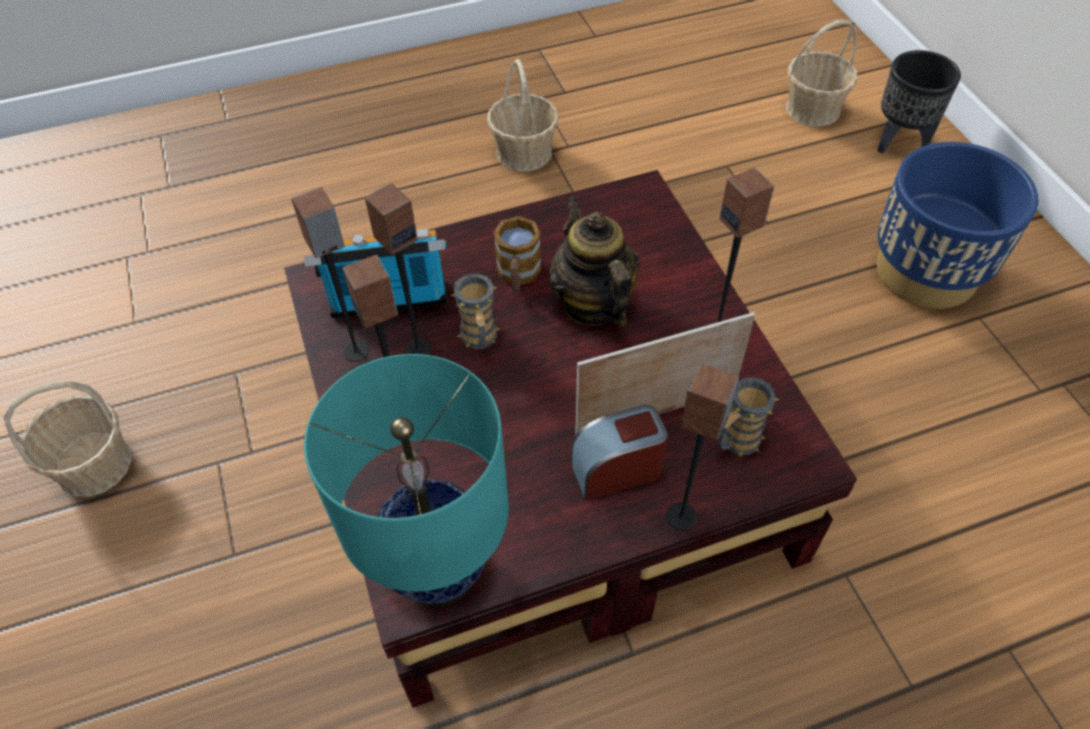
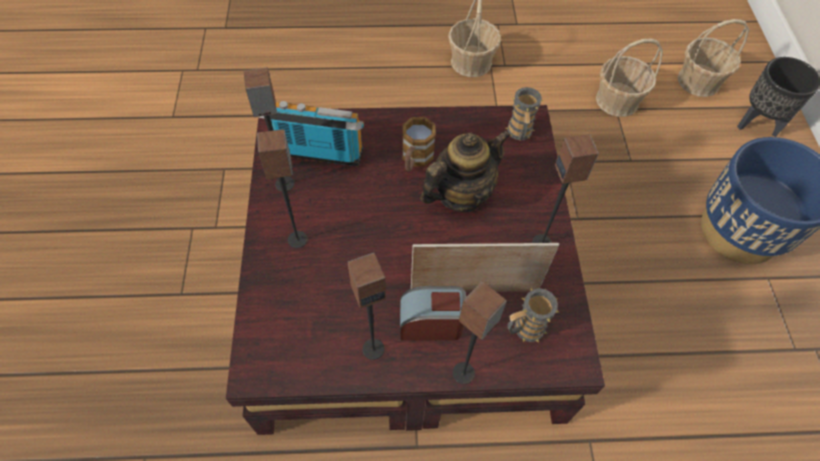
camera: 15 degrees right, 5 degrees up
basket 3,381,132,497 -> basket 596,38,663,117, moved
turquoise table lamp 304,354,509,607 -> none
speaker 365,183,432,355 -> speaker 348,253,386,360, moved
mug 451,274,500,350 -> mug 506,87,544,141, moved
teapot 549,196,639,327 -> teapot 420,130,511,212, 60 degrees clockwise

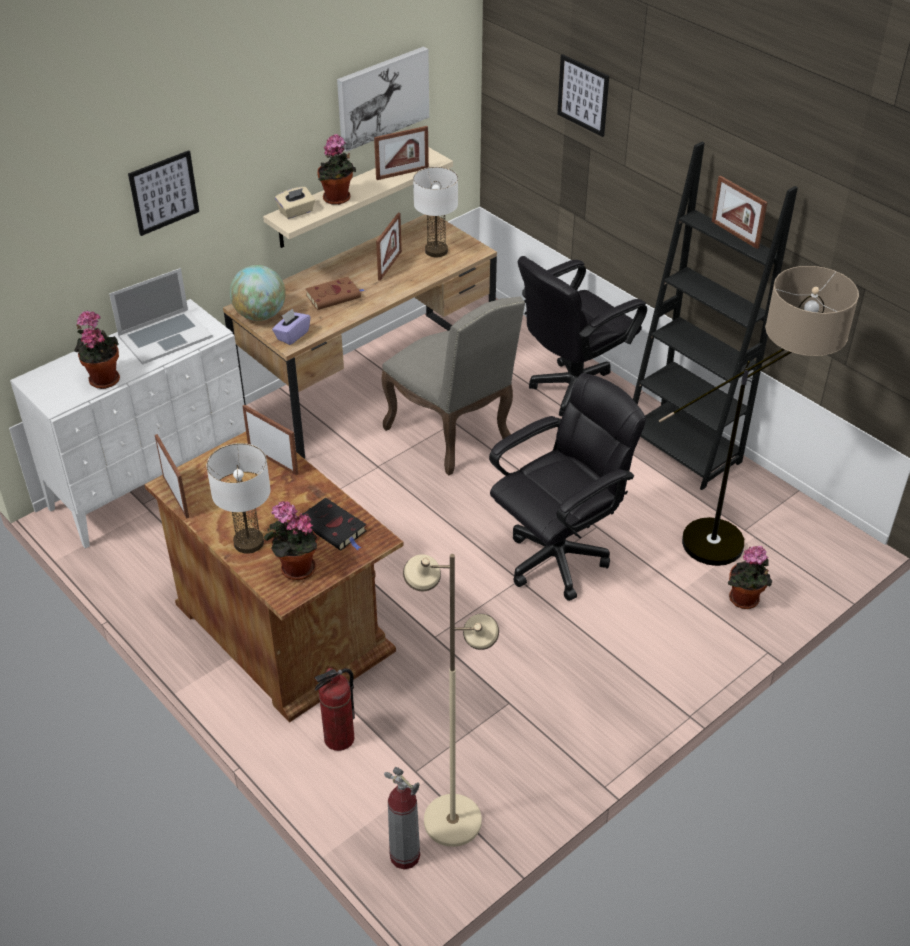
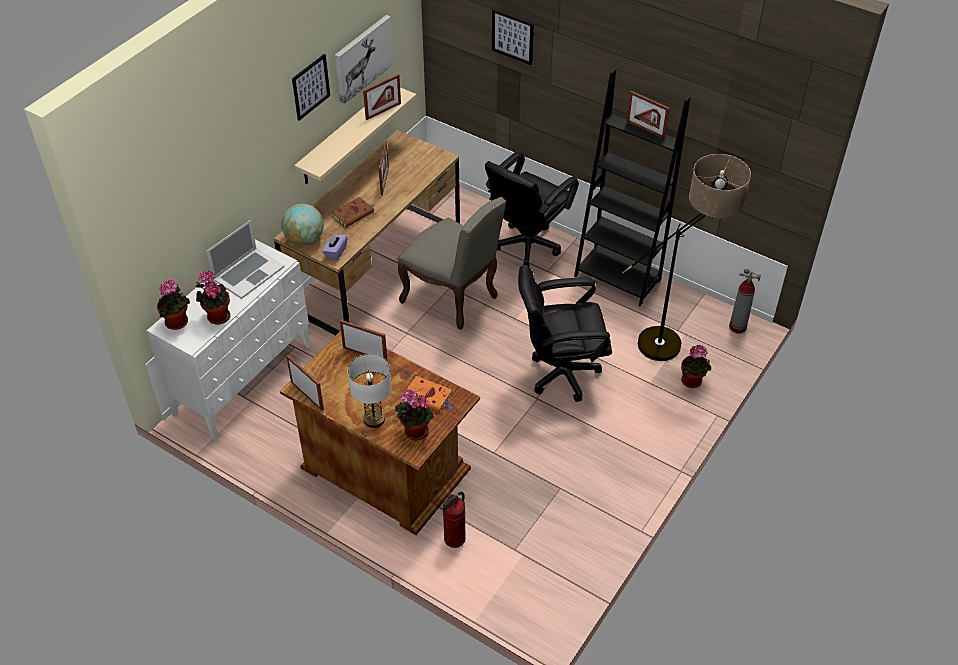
camera: 15 degrees left, 5 degrees up
picture 128,150,199,236 -> picture 292,54,330,121, moved
beige tissue box 275,187,315,219 -> none
black book 302,498,367,550 -> orange book 405,376,453,412
potted plant 317,134,356,205 -> potted plant 157,279,190,330, moved
fire extinguisher 384,767,420,870 -> fire extinguisher 729,269,761,333, moved
beige floor lamp 403,554,499,847 -> none
table lamp 413,167,458,257 -> none
black office chair 489,373,646,601 -> black office chair 518,265,612,402, 135 degrees counterclockwise

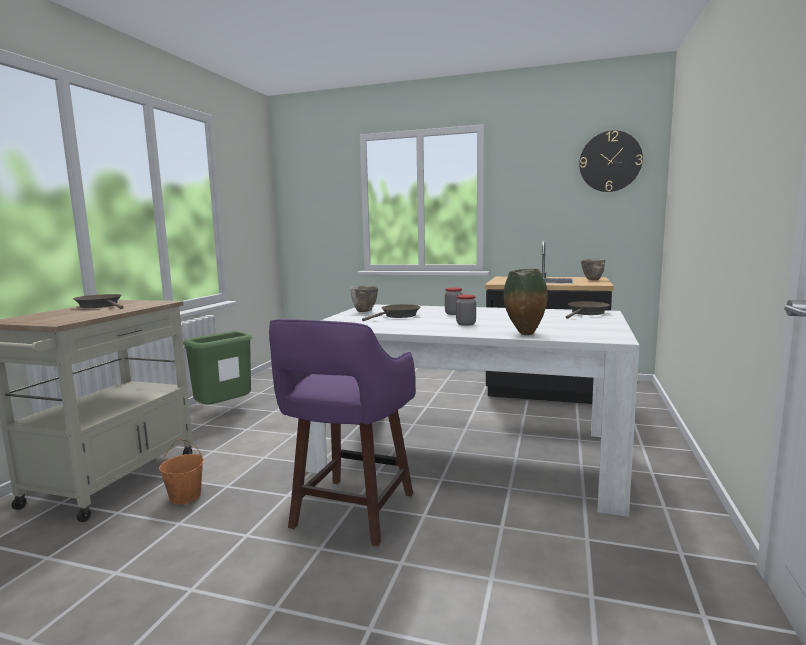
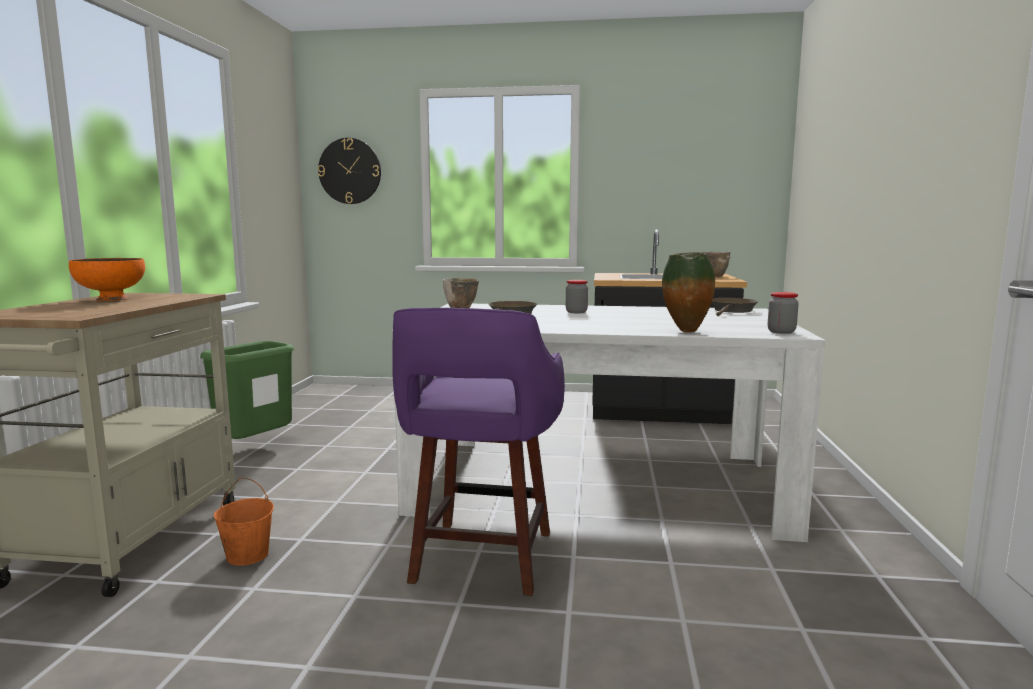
camera: 10 degrees left, 0 degrees up
brown frying pan 73,294,124,309 -> orange bowl 69,258,145,301
jar 456,295,476,326 -> jar 768,292,799,334, moved
wall clock 579,130,643,192 -> wall clock 318,138,381,204, moved

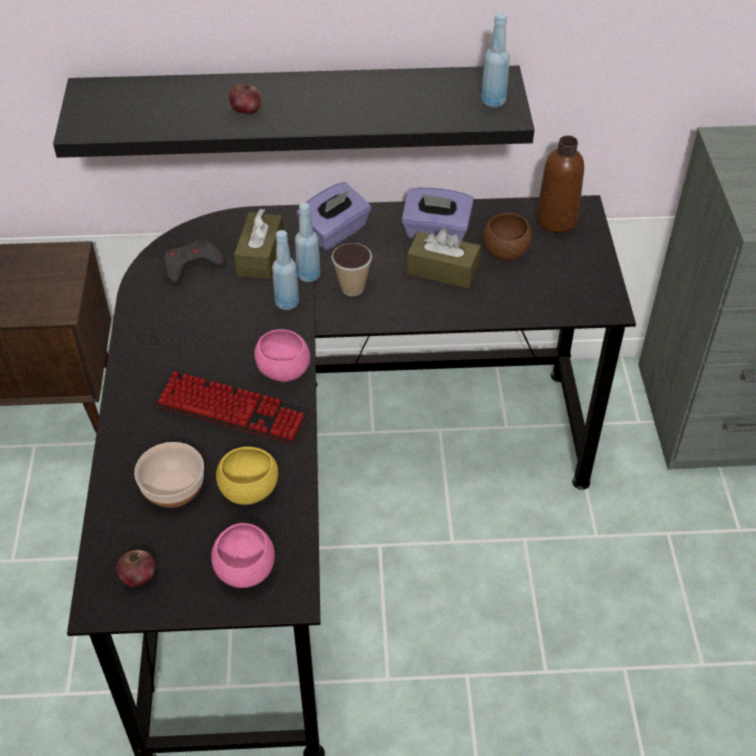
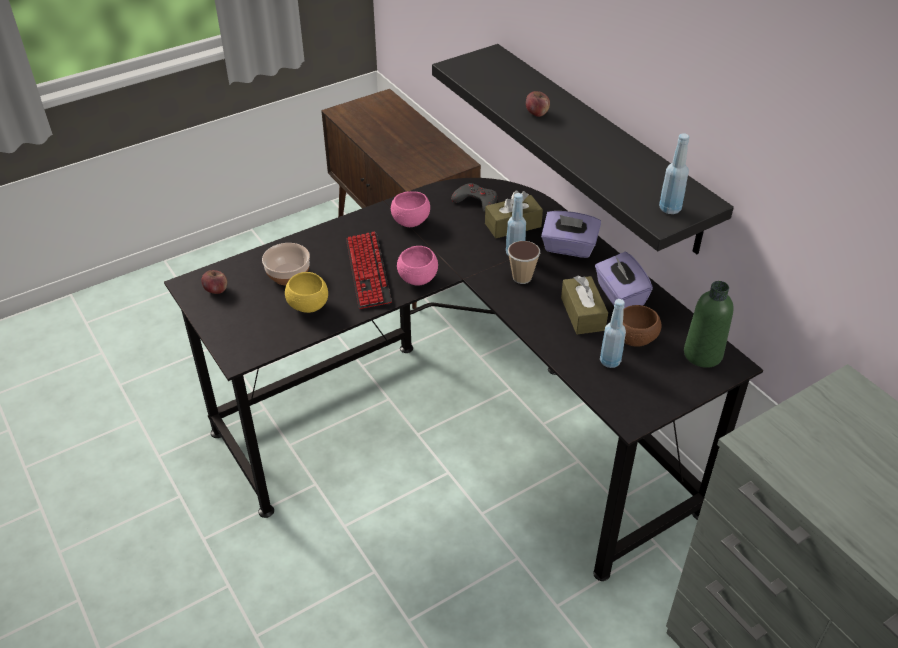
camera: 60 degrees right, 5 degrees down
pink bowl 211,523,275,588 -> pink bowl 391,191,430,227, moved
blue bottle 272,230,299,310 -> blue bottle 600,299,626,368, moved
brown bottle 536,136,584,233 -> green bottle 684,281,733,368

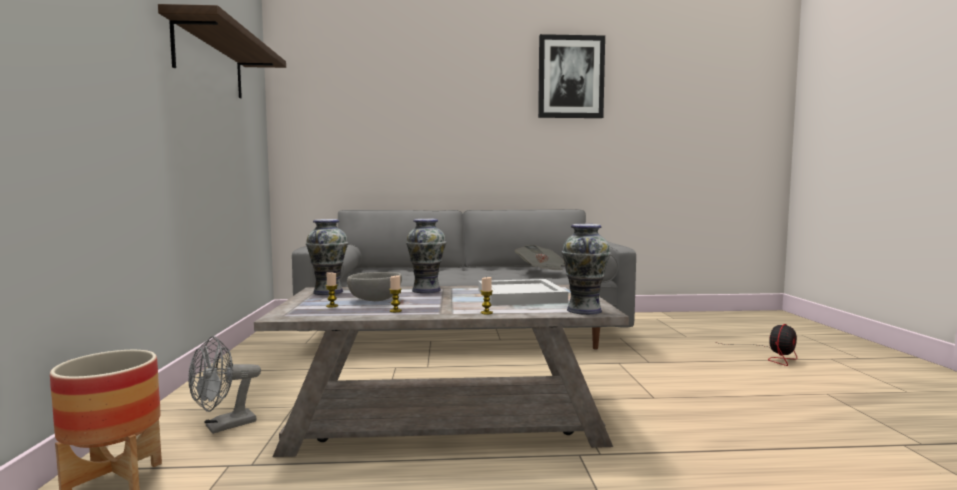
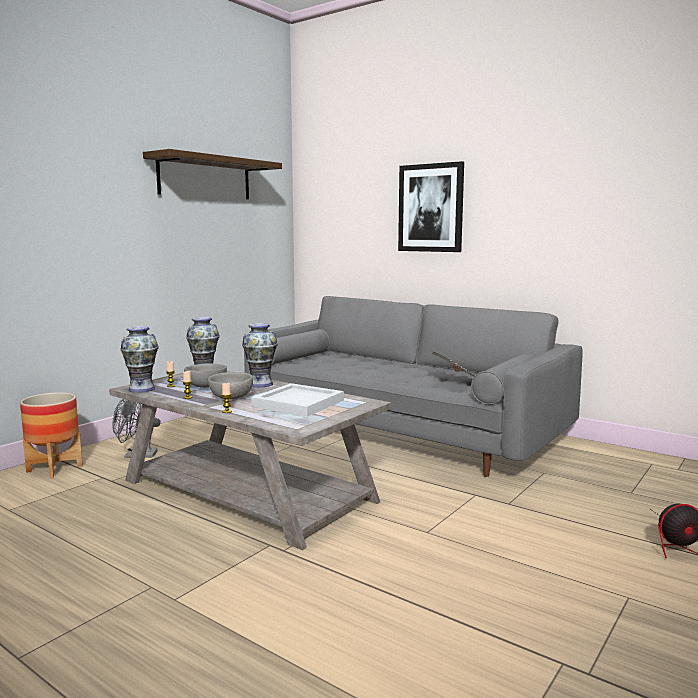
camera: 40 degrees right, 5 degrees up
picture 538,34,605,118 -> picture 398,161,464,252, moved
vase 562,224,611,315 -> vase 120,326,159,393, moved
none -> grey bowl 208,372,253,399

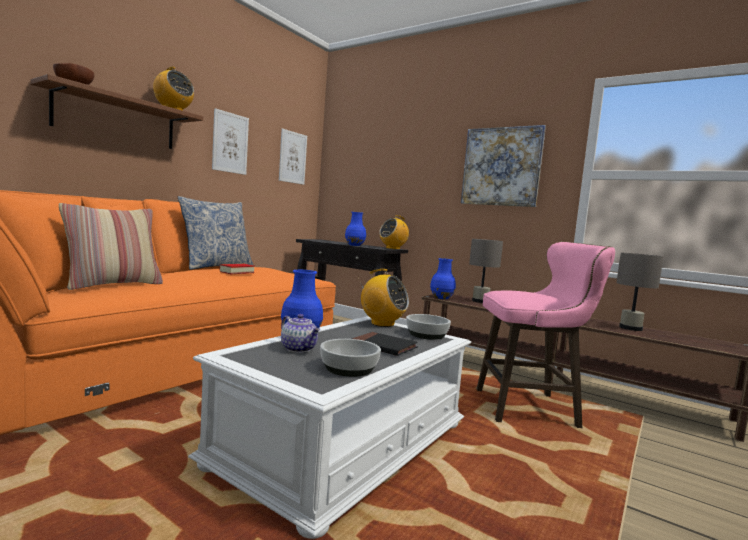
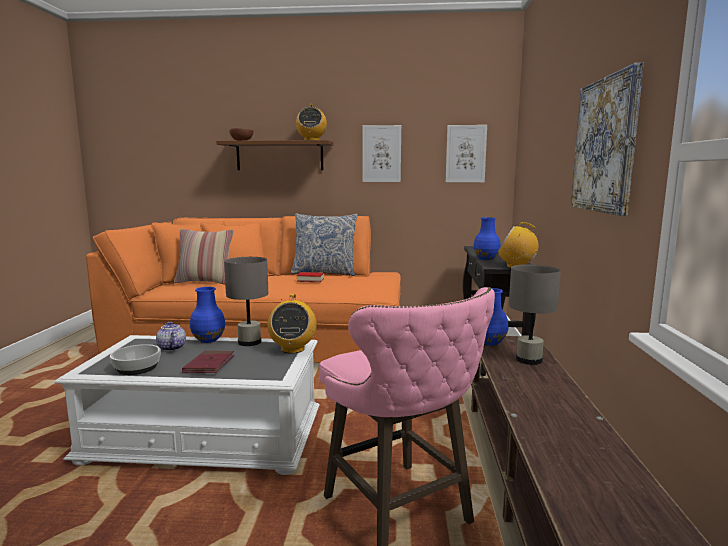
camera: 60 degrees right, 5 degrees up
teapot 281,314,320,353 -> teapot 156,321,186,351, 135 degrees clockwise
black book 352,332,418,356 -> red book 182,351,234,373
bowl 406,314,451,340 -> none
grey table lamp 617,253,663,331 -> grey table lamp 224,257,268,346, moved

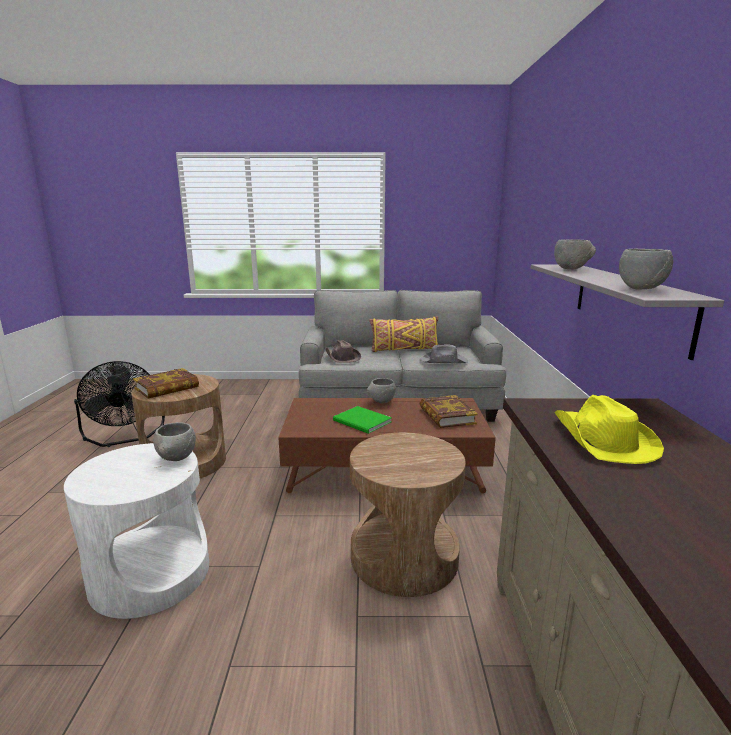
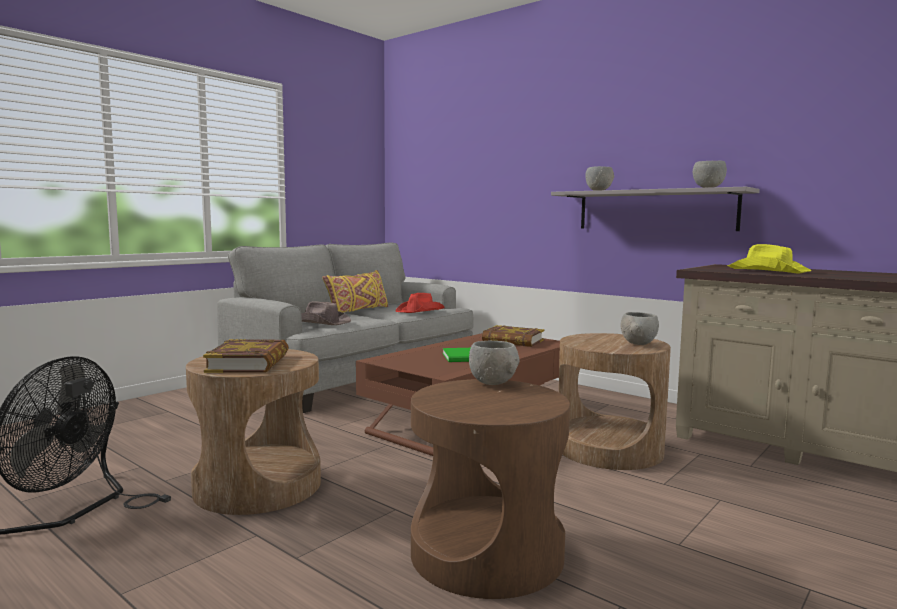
camera: 50 degrees left, 10 degrees down
white side table 64,443,209,619 -> brown side table 411,379,570,599
grey bowl 367,378,396,404 -> grey bowl 620,312,659,345, moved
grey hat 420,344,468,364 -> red hat 395,293,444,313

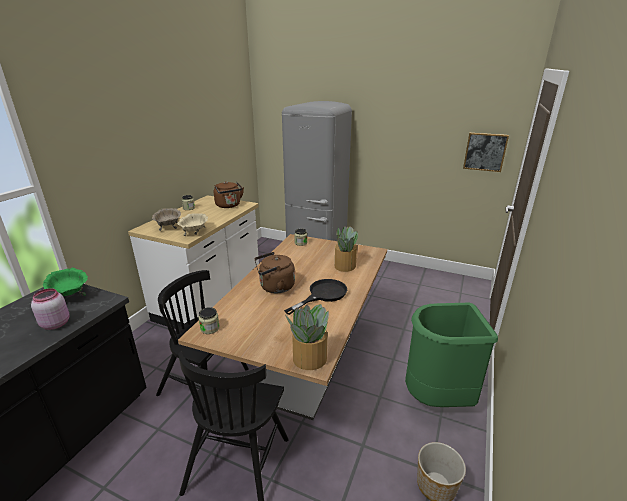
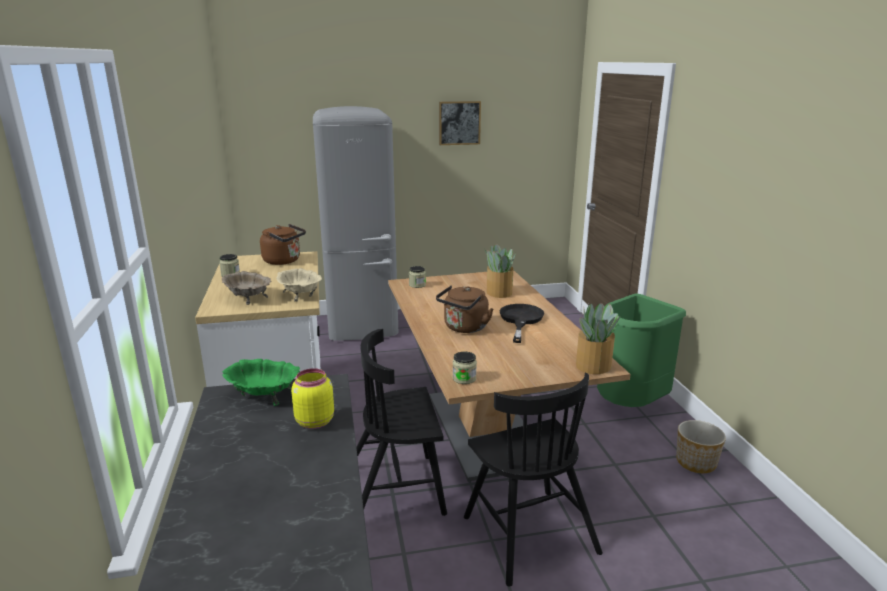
camera: 35 degrees left, 5 degrees down
pink jar 31,288,69,330 -> yellow jar 291,368,334,429
picture 463,133,509,172 -> picture 439,101,481,145, moved

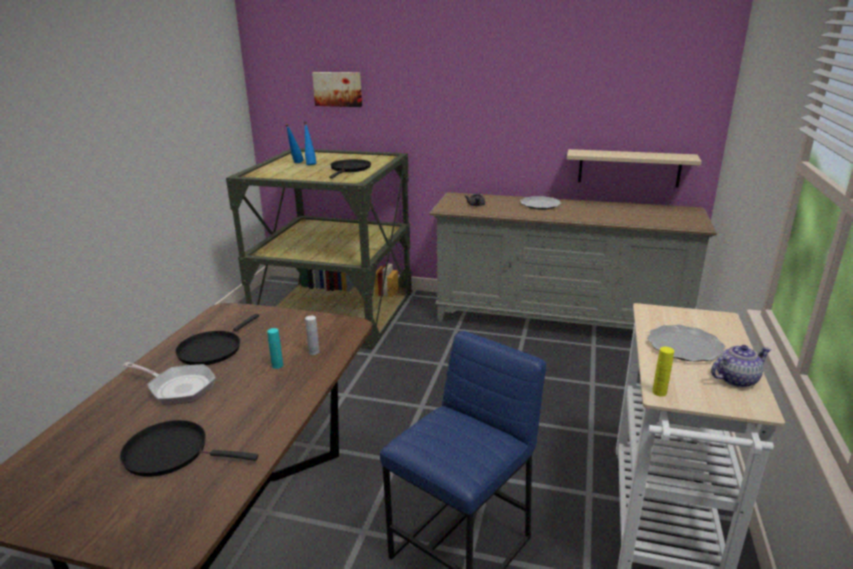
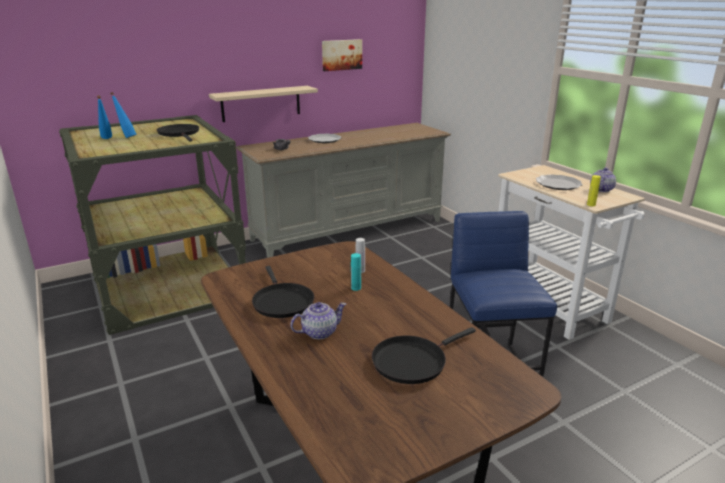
camera: 45 degrees left, 0 degrees up
frying pan 122,362,216,405 -> teapot 290,302,346,339
picture 312,72,362,107 -> picture 322,39,362,71, moved
beige shelf 567,149,702,188 -> beige shelf 209,86,318,122, moved

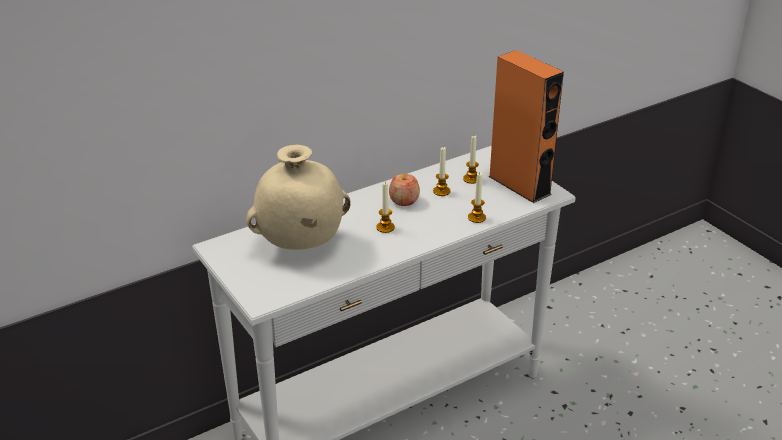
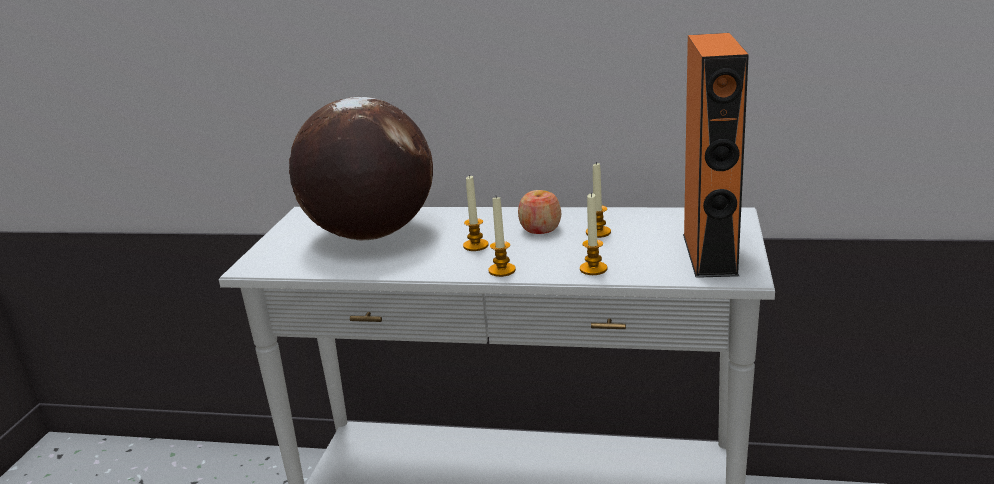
camera: 45 degrees right, 10 degrees down
beige vase 246,145,351,250 -> globe 289,97,433,240
candle 463,136,479,184 -> candle 489,196,516,277, moved

